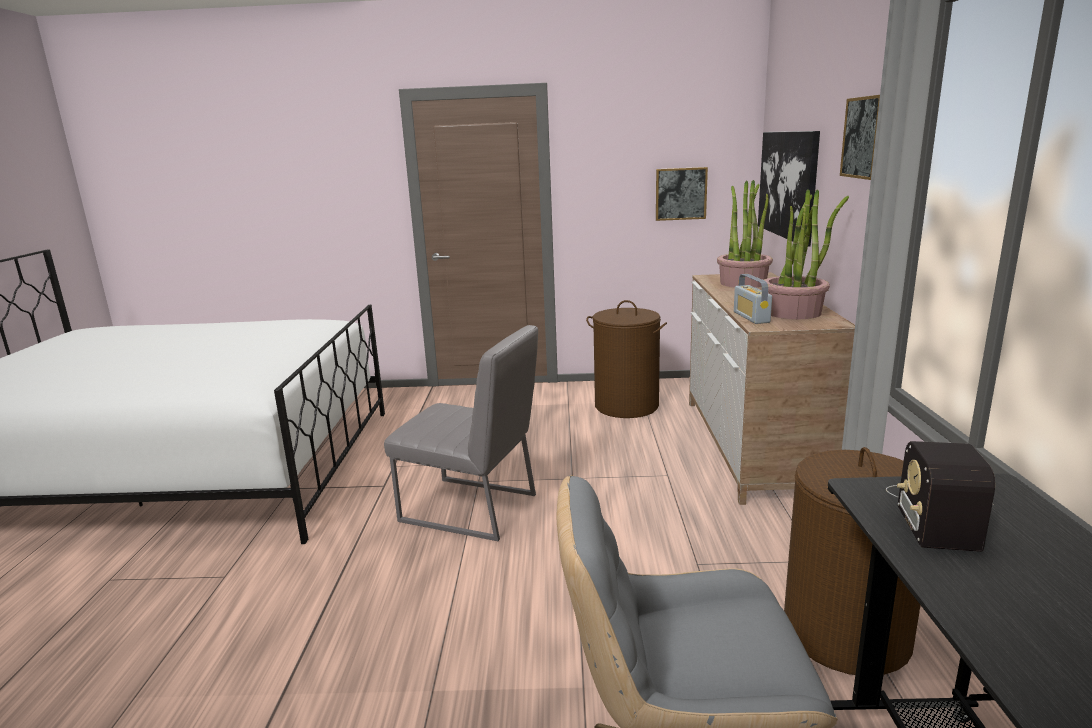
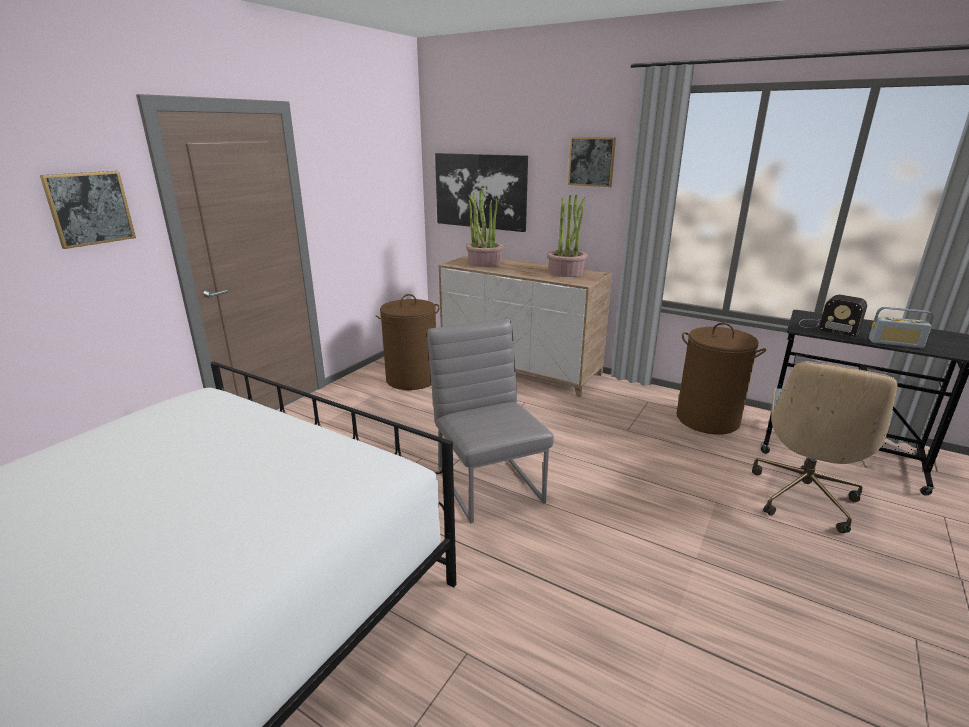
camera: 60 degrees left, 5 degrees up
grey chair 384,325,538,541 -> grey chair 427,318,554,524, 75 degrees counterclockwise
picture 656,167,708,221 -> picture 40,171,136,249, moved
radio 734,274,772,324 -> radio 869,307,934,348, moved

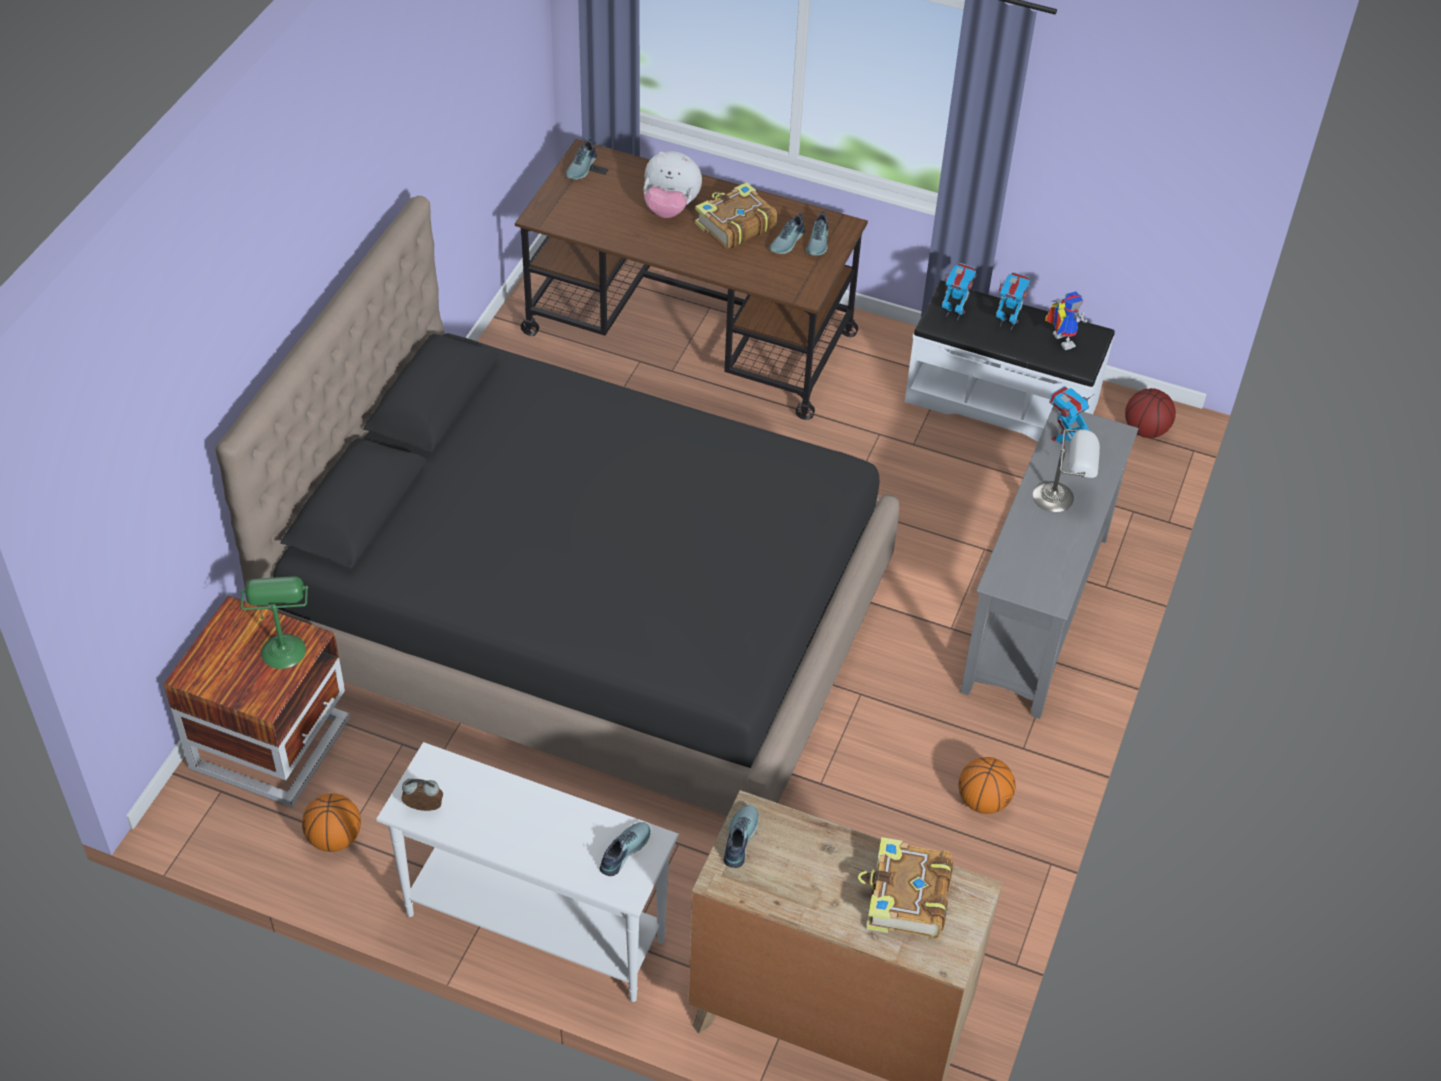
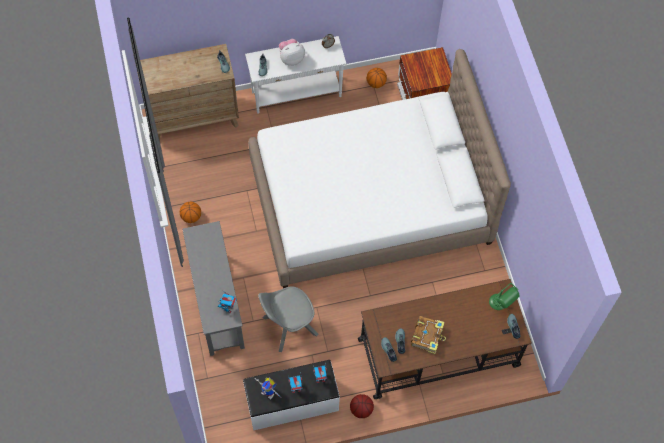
camera: 145 degrees right, 15 degrees up
black bed 215,196,899,816 -> white bed 248,49,511,288
green table lamp 241,576,308,669 -> green table lamp 489,283,519,310, moved
plush toy 643,151,702,218 -> plush toy 279,39,305,66, moved
book 858,837,953,939 -> none
white table lamp 1032,429,1100,512 -> none
basketball 1125,388,1176,438 -> basketball 350,394,374,418, moved
none -> grey chair 258,287,318,352

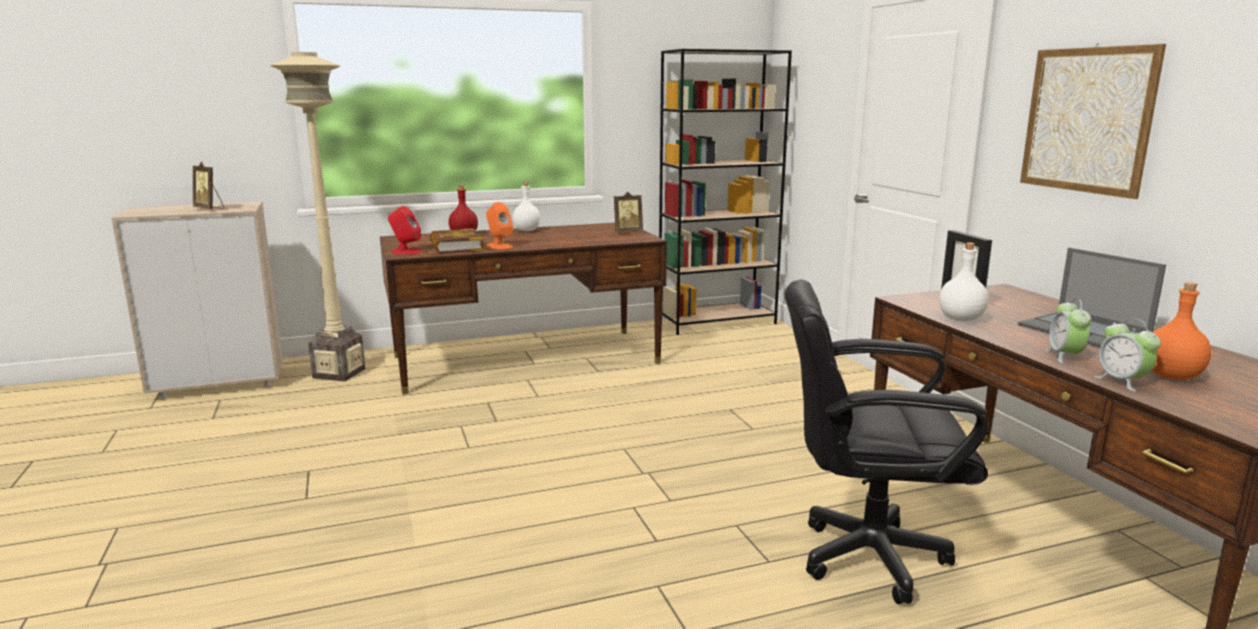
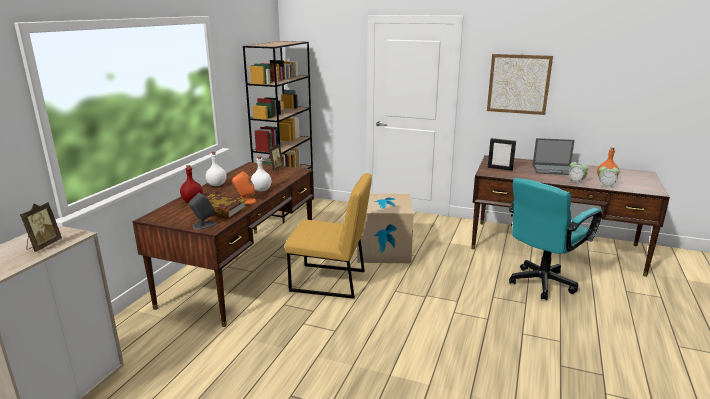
camera: 50 degrees left, 5 degrees up
picture frame 193,161,224,209 -> picture frame 20,202,62,252, 60 degrees counterclockwise
beige floor lamp 270,52,365,381 -> none
red speaker 388,206,422,254 -> grey speaker 189,193,216,230
black office chair 785,280,988,604 -> turquoise office chair 509,178,602,300
white bottle 939,242,988,321 -> white bottle 251,156,271,191, moved
none -> yellow chair 285,173,372,299
none -> cardboard box 357,193,414,263

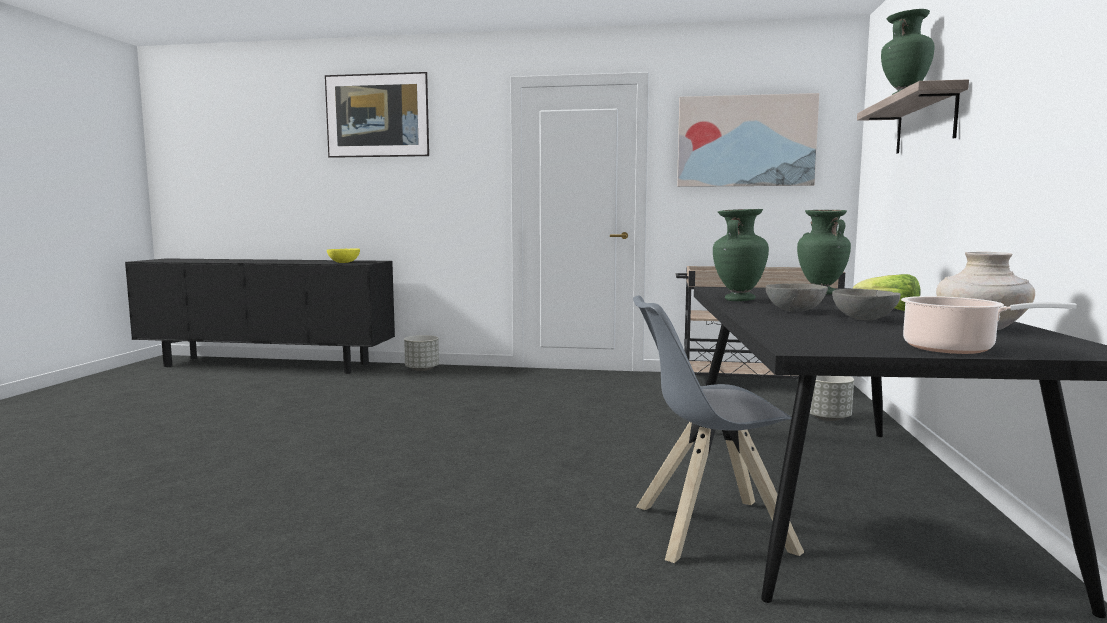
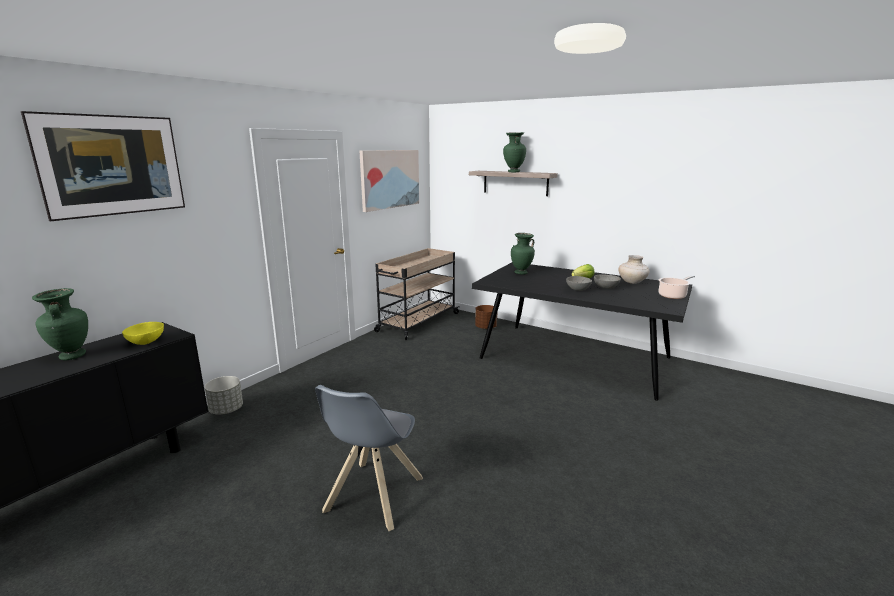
camera: 65 degrees left, 10 degrees up
grey chair 633,295,804,563 -> grey chair 315,385,423,531, moved
green vase 713,209,769,301 -> green vase 32,288,88,360, moved
grey planter 810,376,854,421 -> brown planter 475,305,497,330

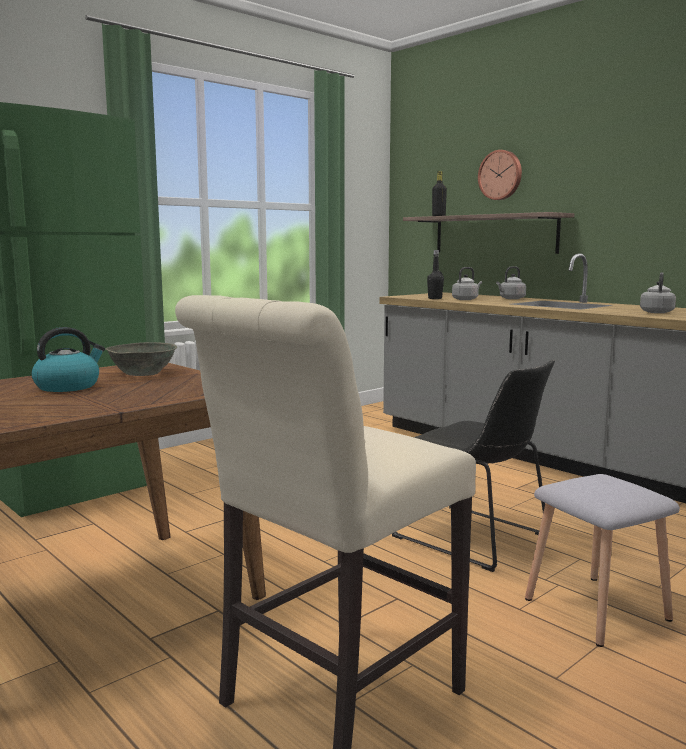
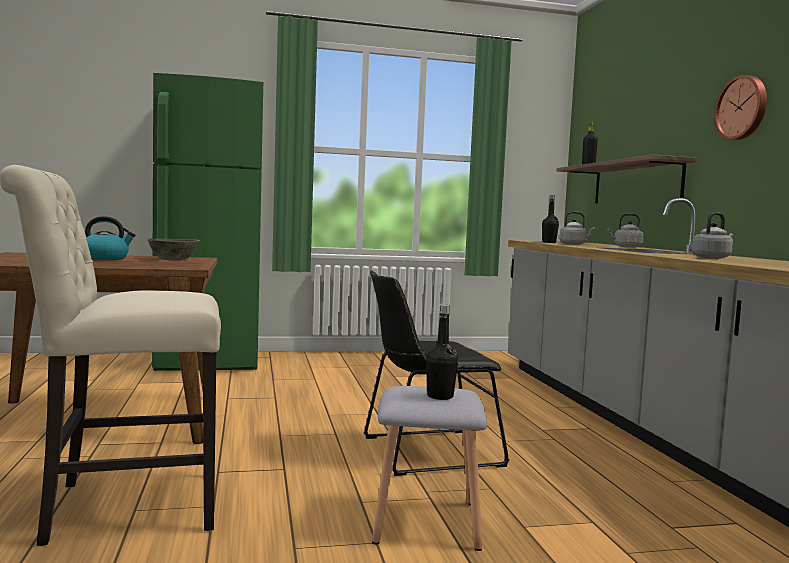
camera: 30 degrees right, 5 degrees down
black chair 392,360,555,572 -> black chair 364,270,509,476, 90 degrees clockwise
wall clock 478,150,522,200 -> wall clock 714,75,767,140, moved
none -> black bottle 426,304,458,400

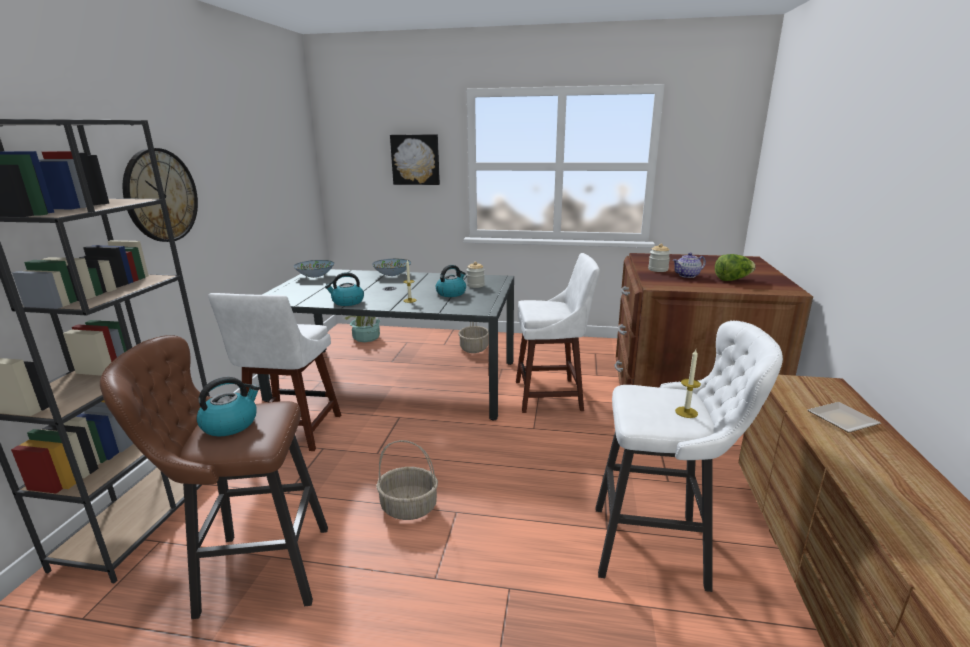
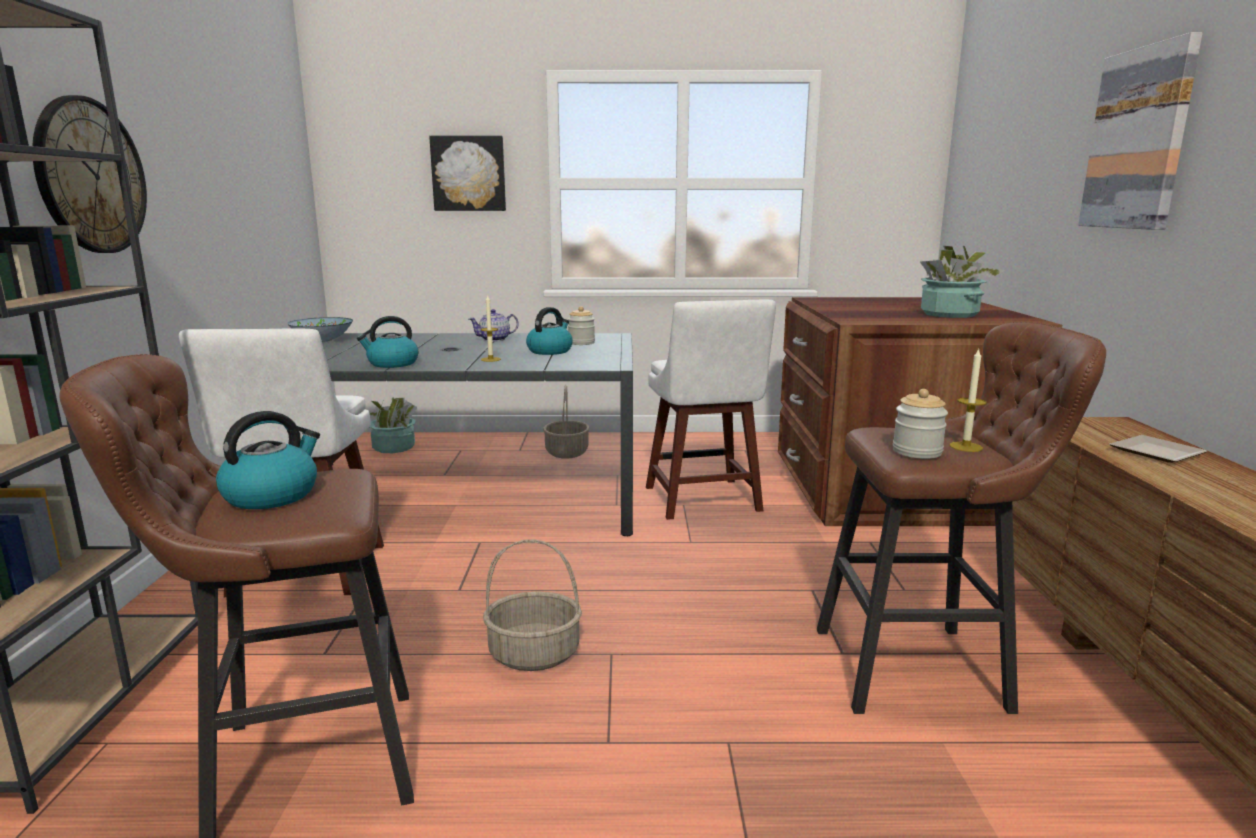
camera: 10 degrees left, 5 degrees down
bowl 372,259,411,276 -> none
white chair 516,253,600,413 -> white chair 646,300,776,520, 90 degrees clockwise
white stool 596,320,783,592 -> brown stool 817,322,1106,714
jar 648,244,670,272 -> jar 893,389,948,459, moved
teapot 673,253,706,278 -> teapot 469,309,519,342, moved
lettuce 715,254,756,281 -> potted plant 920,246,1005,318
none -> picture 1078,32,1203,230

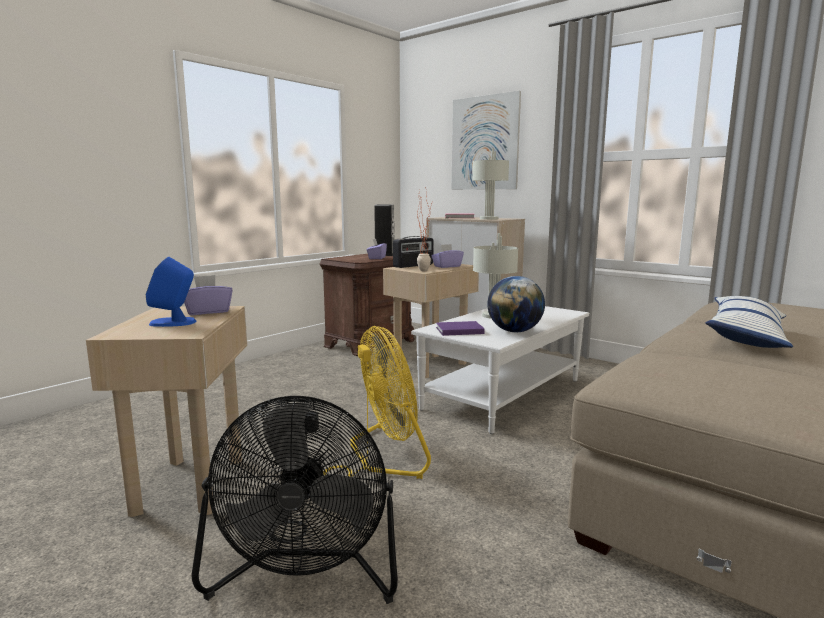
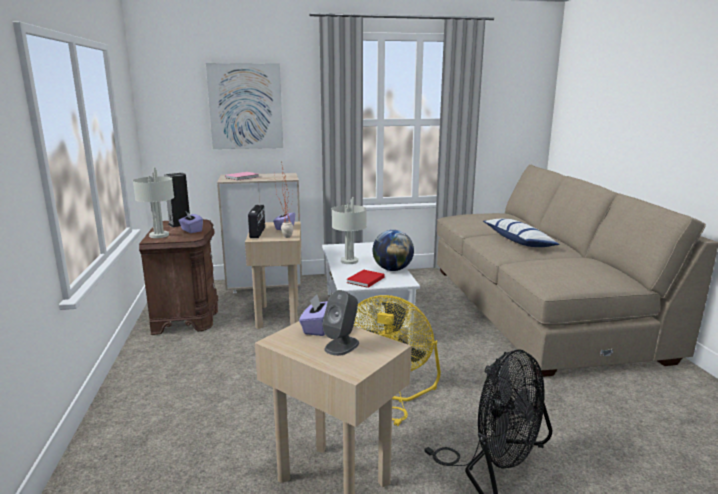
camera: 50 degrees left, 5 degrees up
blue speaker 146,257,196,327 -> grey speaker 322,290,359,356
purple book 436,321,485,336 -> red book 347,270,385,288
grey table lamp 472,148,509,220 -> grey table lamp 133,167,174,238, moved

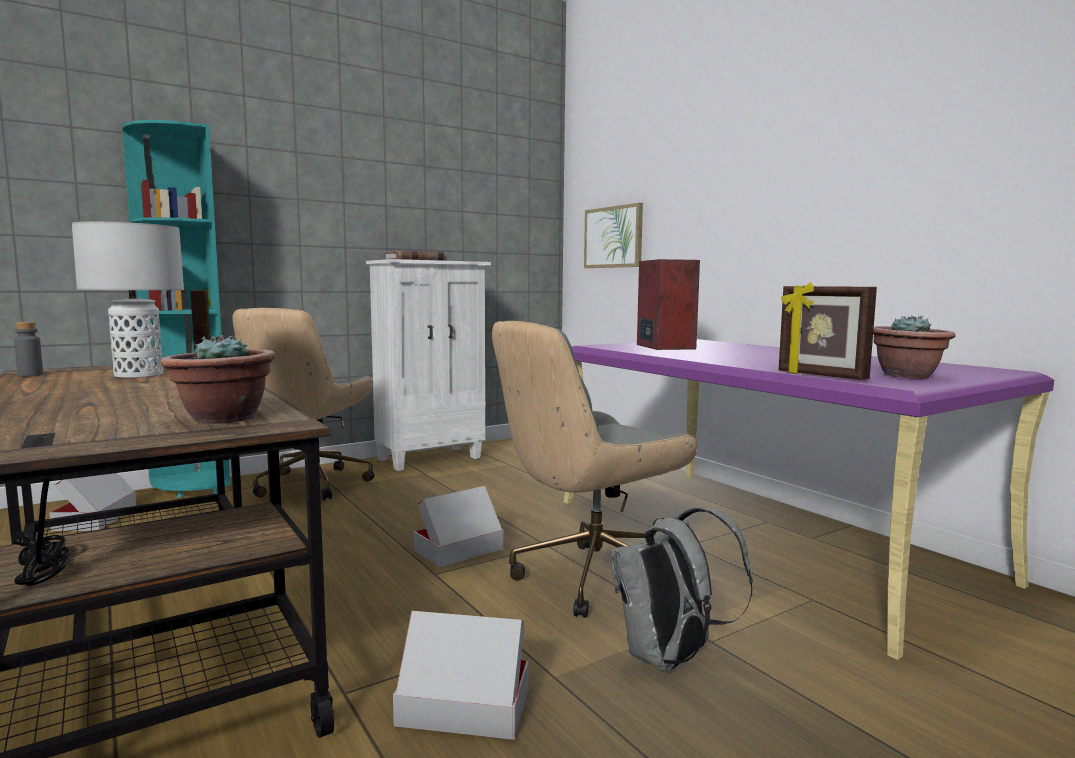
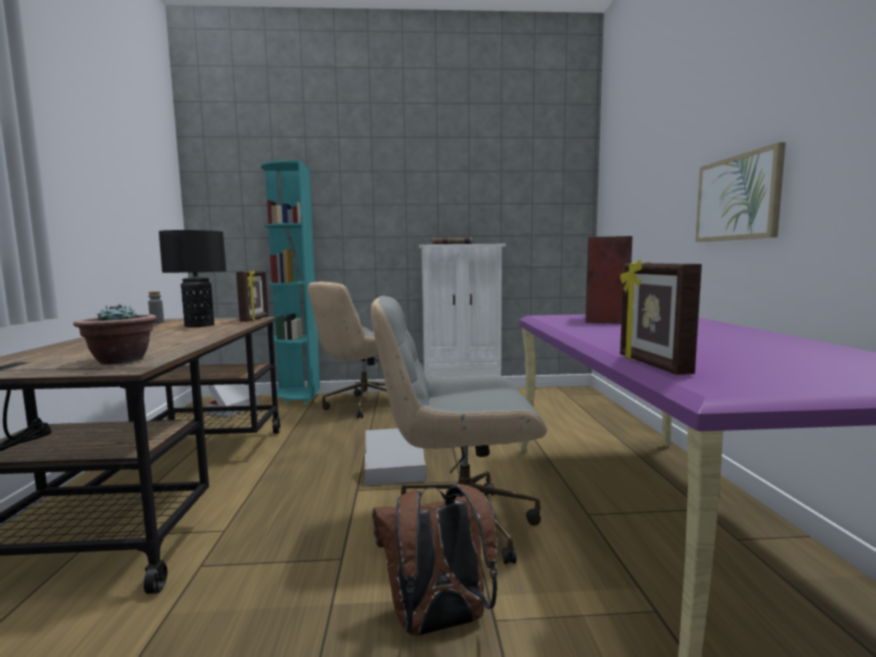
camera: 30 degrees right, 0 degrees up
white table lamp 72,222,184,378 -> black table lamp 159,230,226,327
cardboard box 393,611,529,740 -> none
picture 584,203,643,268 -> picture 695,142,786,242, moved
grey backpack 611,507,753,672 -> brown backpack 372,484,498,636
potted plant 873,316,956,379 -> none

